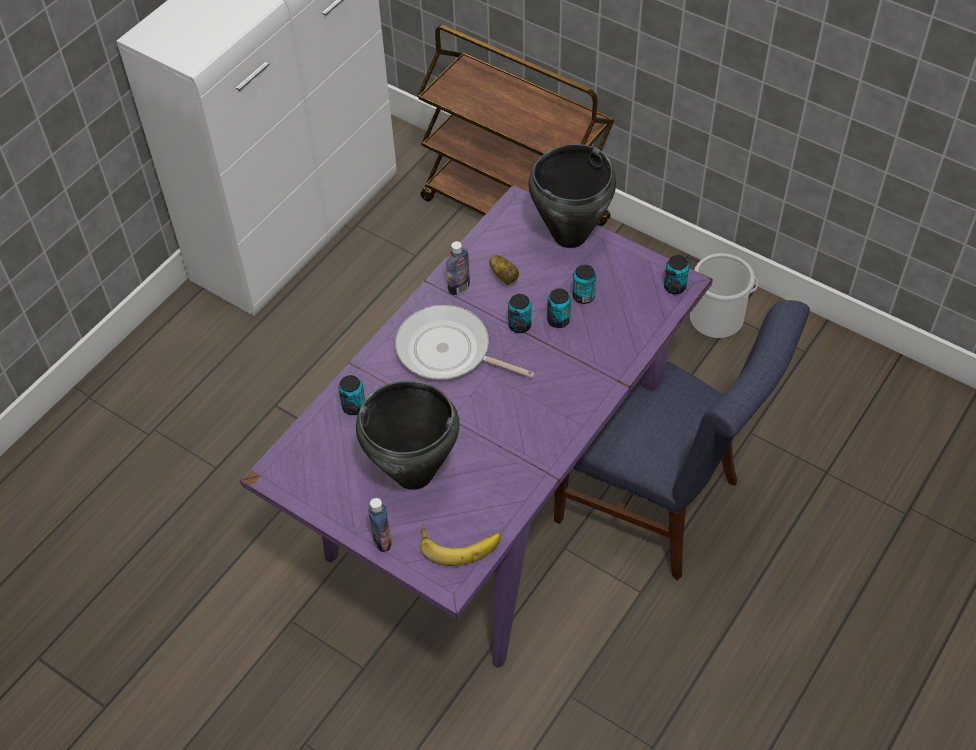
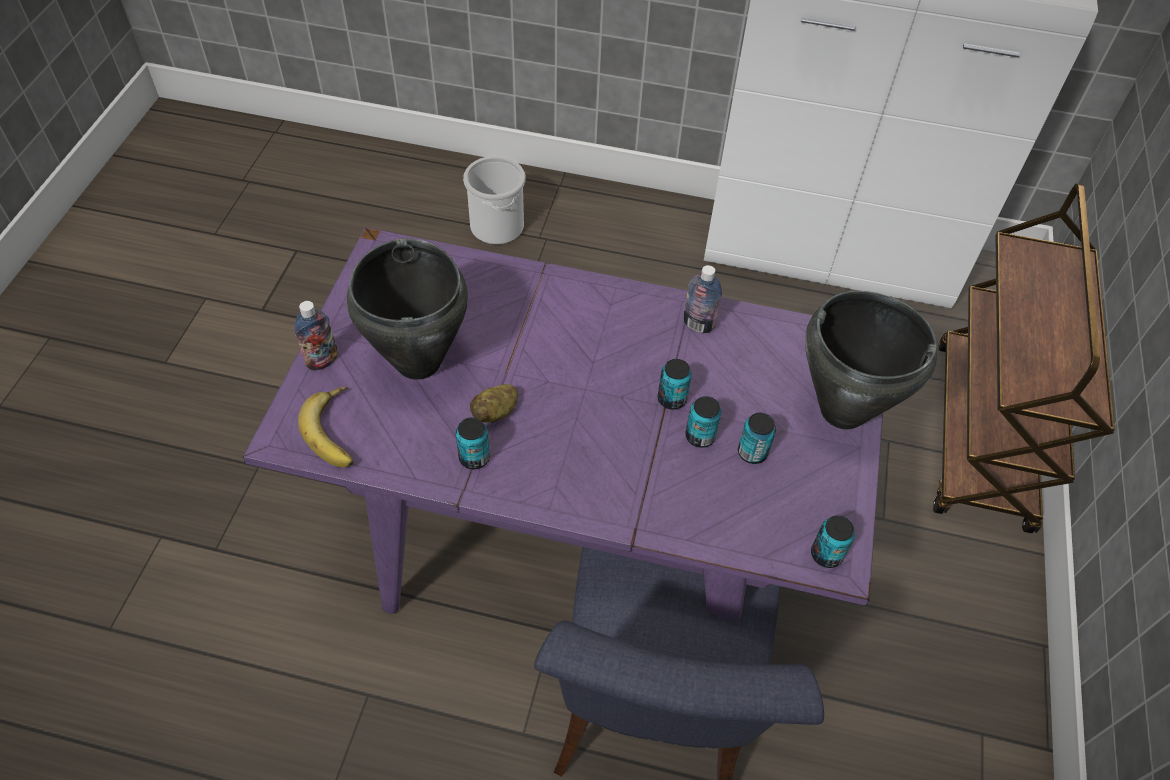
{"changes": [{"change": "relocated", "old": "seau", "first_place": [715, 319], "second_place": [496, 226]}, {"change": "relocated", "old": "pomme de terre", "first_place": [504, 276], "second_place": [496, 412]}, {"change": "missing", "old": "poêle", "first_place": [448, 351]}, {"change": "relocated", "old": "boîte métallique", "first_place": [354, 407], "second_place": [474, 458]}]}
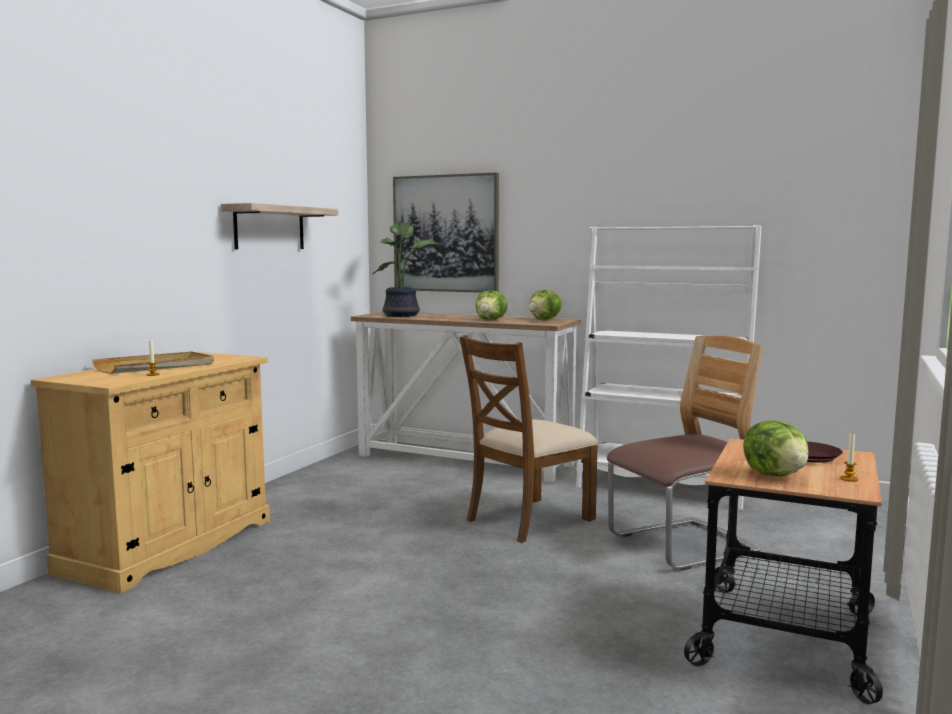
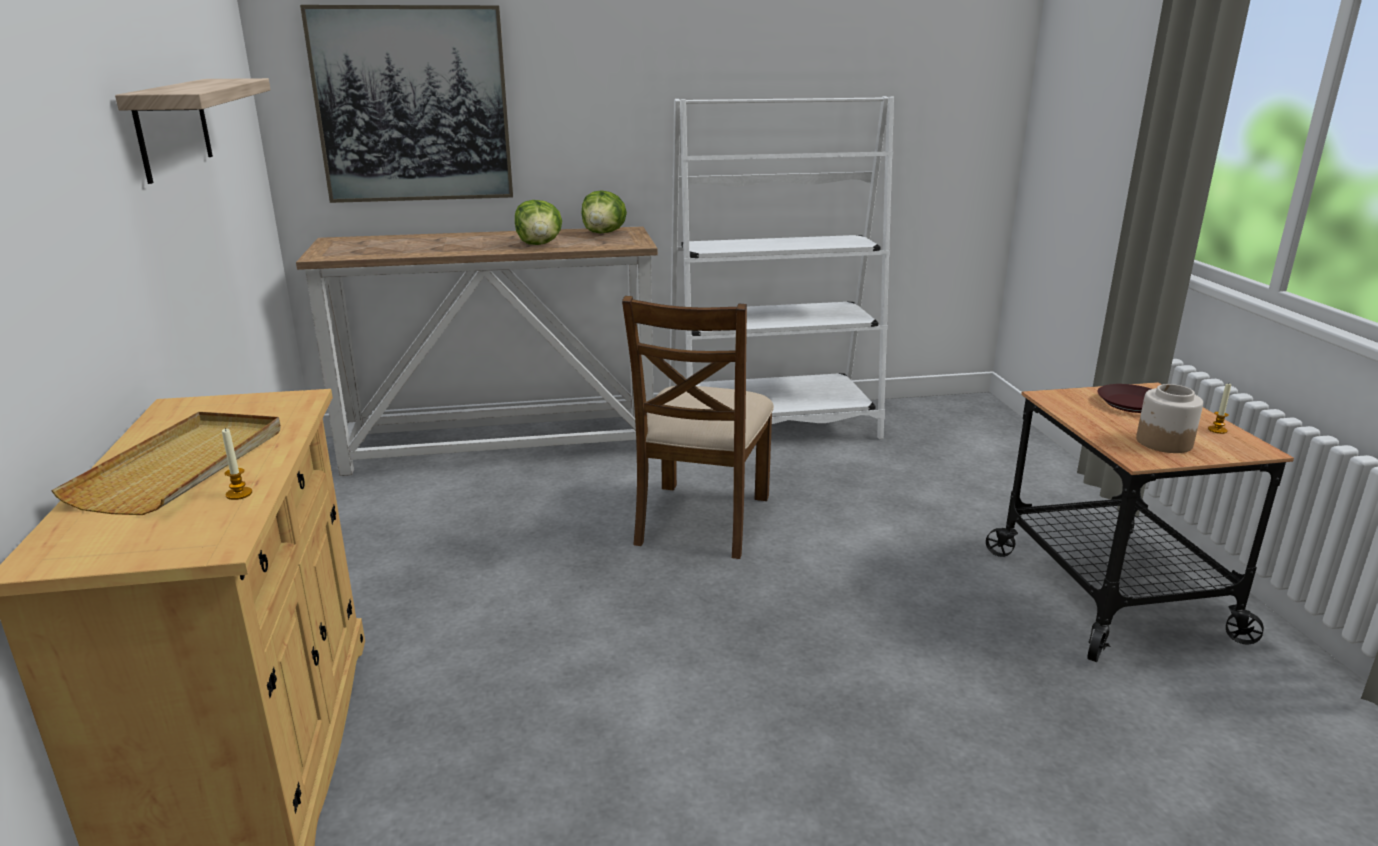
{"changes": [{"change": "missing", "old": "plante en pot", "first_place": [403, 315]}, {"change": "missing", "old": "chaise", "first_place": [682, 545]}, {"change": "exchanged", "old": "laitue", "new": "bocal", "first_place": [776, 475], "second_place": [1163, 442]}]}
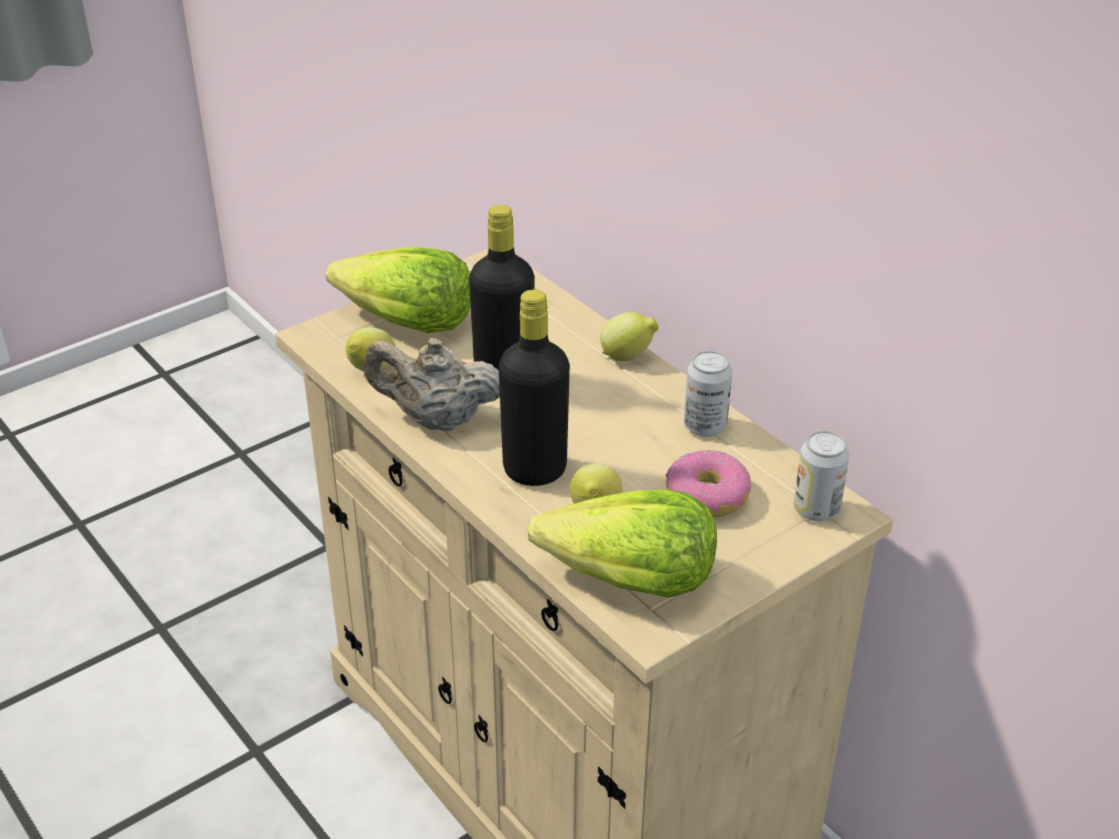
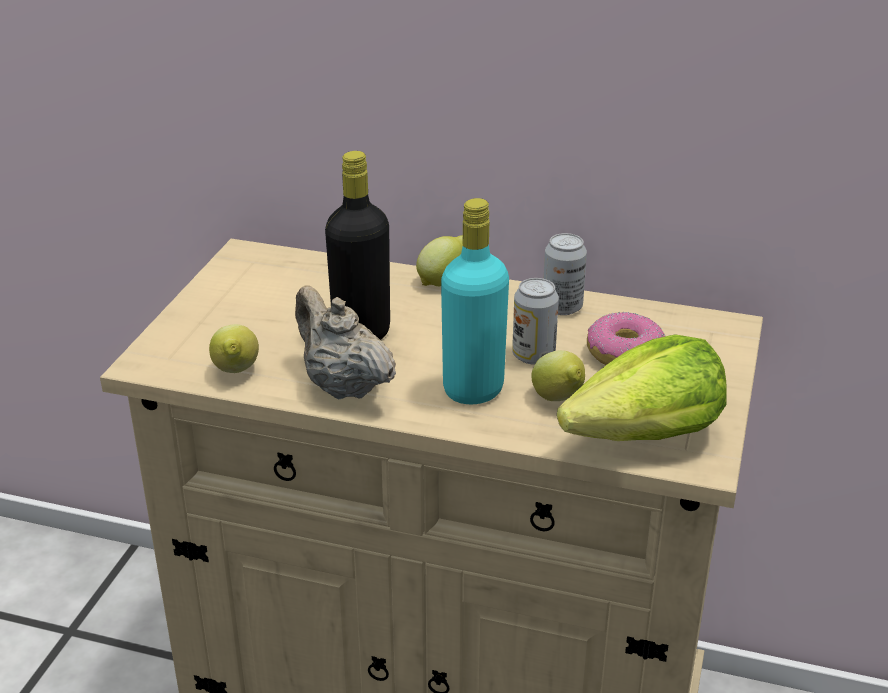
{"changes": [{"change": "missing", "old": "laitue", "first_place": [406, 323]}, {"change": "colour", "old": "bouteille/noir", "new": "bouteille/turquoise", "first_place": [534, 470], "second_place": [473, 390]}, {"change": "spun", "old": "théière/beige", "first_place": [436, 419], "second_place": [343, 386], "degrees": 75}, {"change": "relocated", "old": "boîte métallique", "first_place": [816, 509], "second_place": [533, 355]}]}
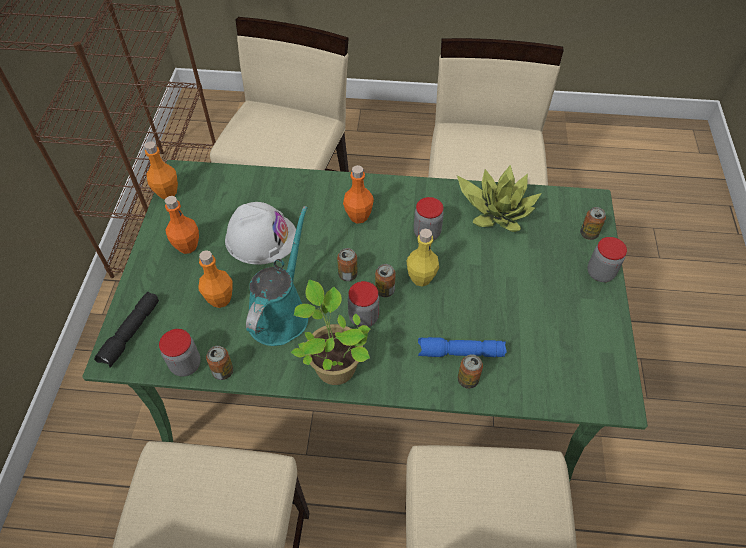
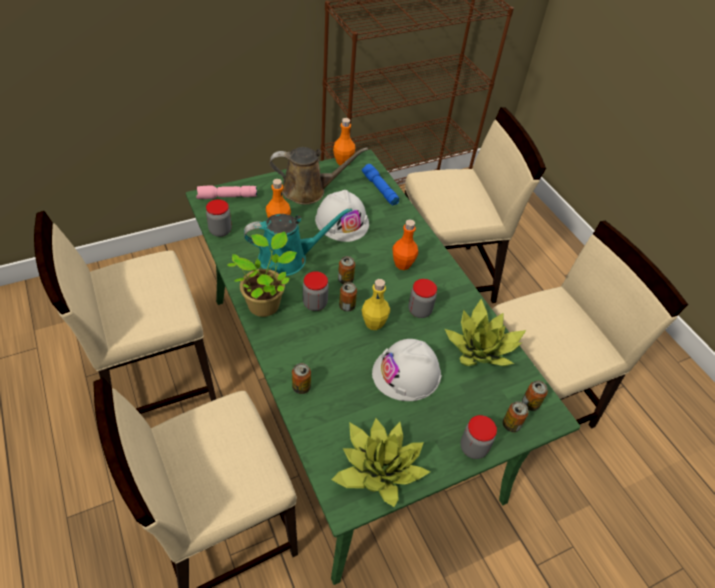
{"changes": [{"change": "exchanged", "old": "bouteille/orange", "new": "arrosoir/marron", "first_place": [187, 246], "second_place": [308, 190]}, {"change": "colour", "old": "lampe de poche/noir", "new": "lampe de poche/rose", "first_place": [131, 334], "second_place": [226, 197]}, {"change": "relocated", "old": "lampe de poche/bleu", "first_place": [459, 353], "second_place": [379, 189]}, {"change": "relocated", "old": "boîte métallique", "first_place": [223, 371], "second_place": [530, 404]}, {"change": "appeared", "new": "casque de chantier/blanc", "second_place": [407, 373]}, {"change": "appeared", "new": "plante en pot", "second_place": [378, 469]}]}
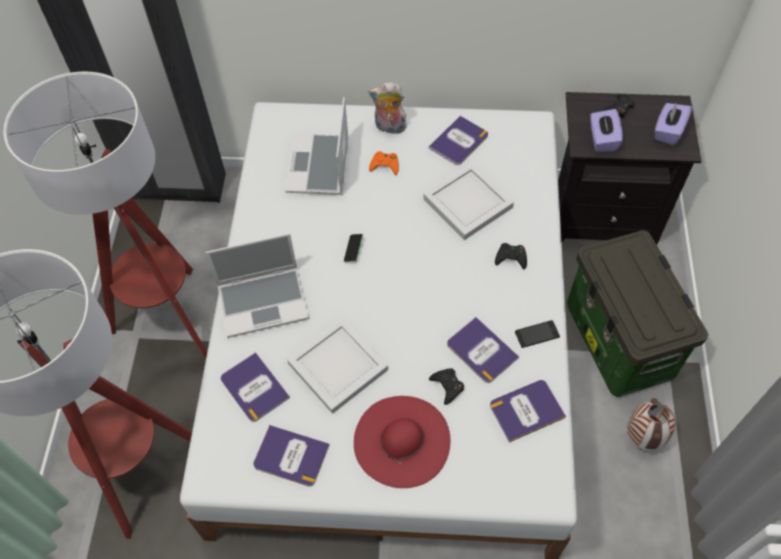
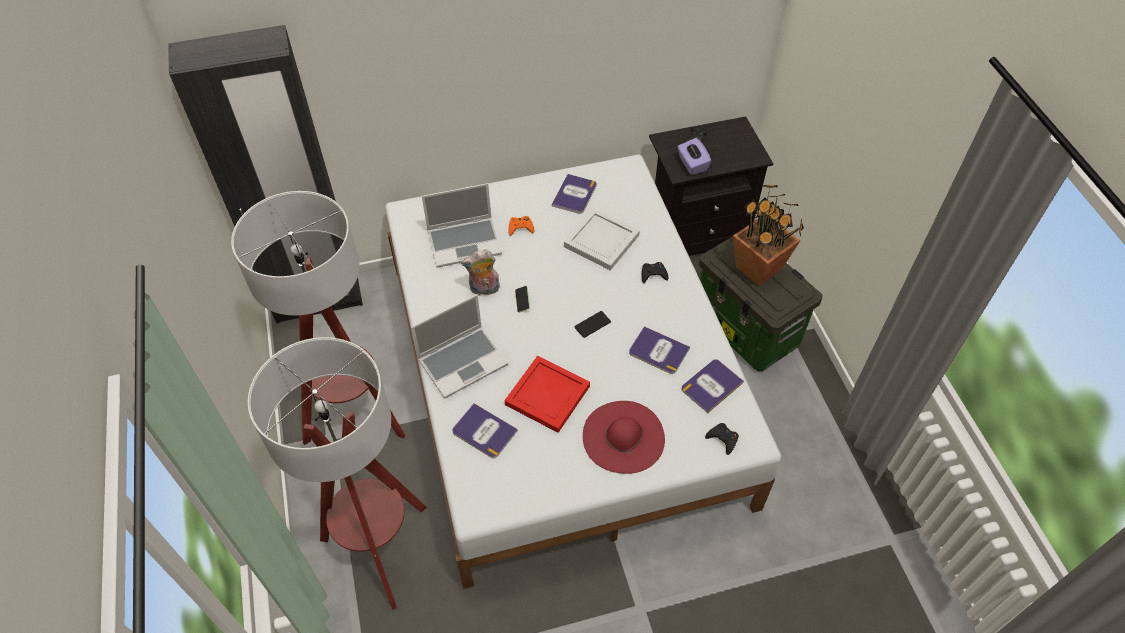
{"changes": [{"change": "relocated", "old": "peluche", "first_place": [389, 127], "second_place": [484, 290]}, {"change": "spun", "old": "ordinateur portable", "first_place": [319, 166], "second_place": [465, 242], "degrees": -90}, {"change": "missing", "old": "boîte à mouchoirs/violet", "first_place": [668, 131]}, {"change": "colour", "old": "plateau/blanc", "new": "plateau/rouge", "first_place": [338, 365], "second_place": [547, 394]}, {"change": "relocated", "old": "téléphone", "first_place": [537, 334], "second_place": [592, 324]}, {"change": "relocated", "old": "manette/noir", "first_place": [447, 386], "second_place": [723, 439]}, {"change": "missing", "old": "vase", "first_place": [643, 438]}, {"change": "missing", "old": "livre", "first_place": [291, 456]}, {"change": "appeared", "new": "plante en pot", "second_place": [759, 269]}]}
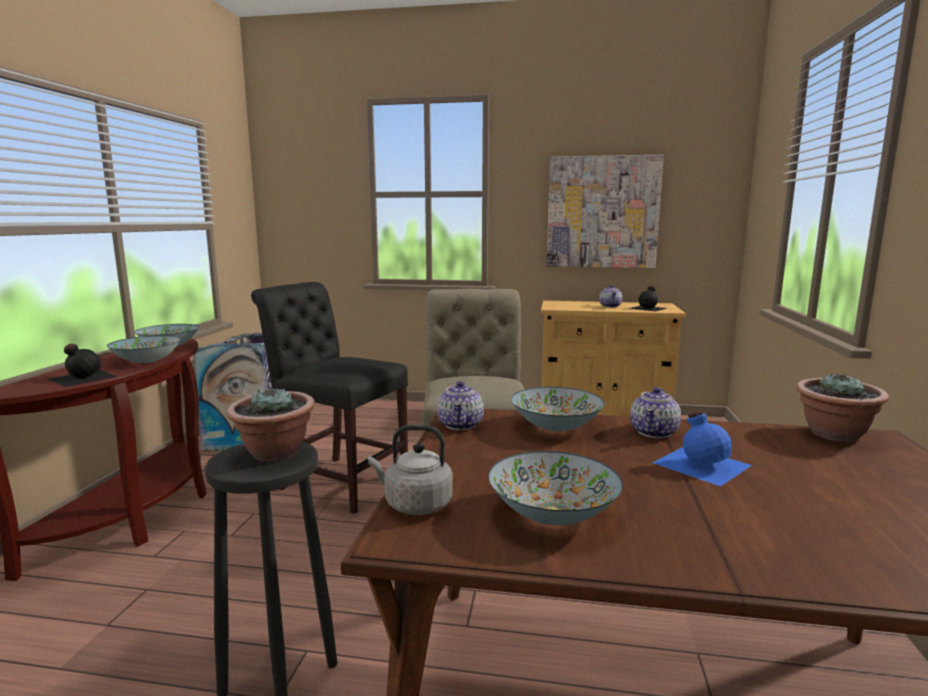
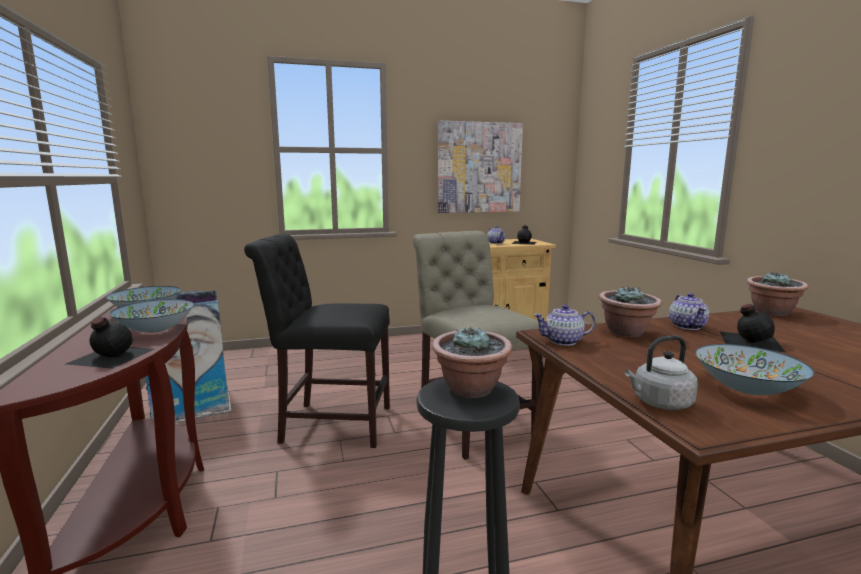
{"changes": [{"change": "spun", "old": "théière", "first_place": [461, 424], "second_place": [563, 341], "degrees": 105}, {"change": "exchanged", "old": "bol", "new": "plante en pot", "first_place": [556, 427], "second_place": [626, 332]}, {"change": "colour", "old": "bouteille/bleu", "new": "bouteille/noir", "first_place": [701, 463], "second_place": [749, 340]}]}
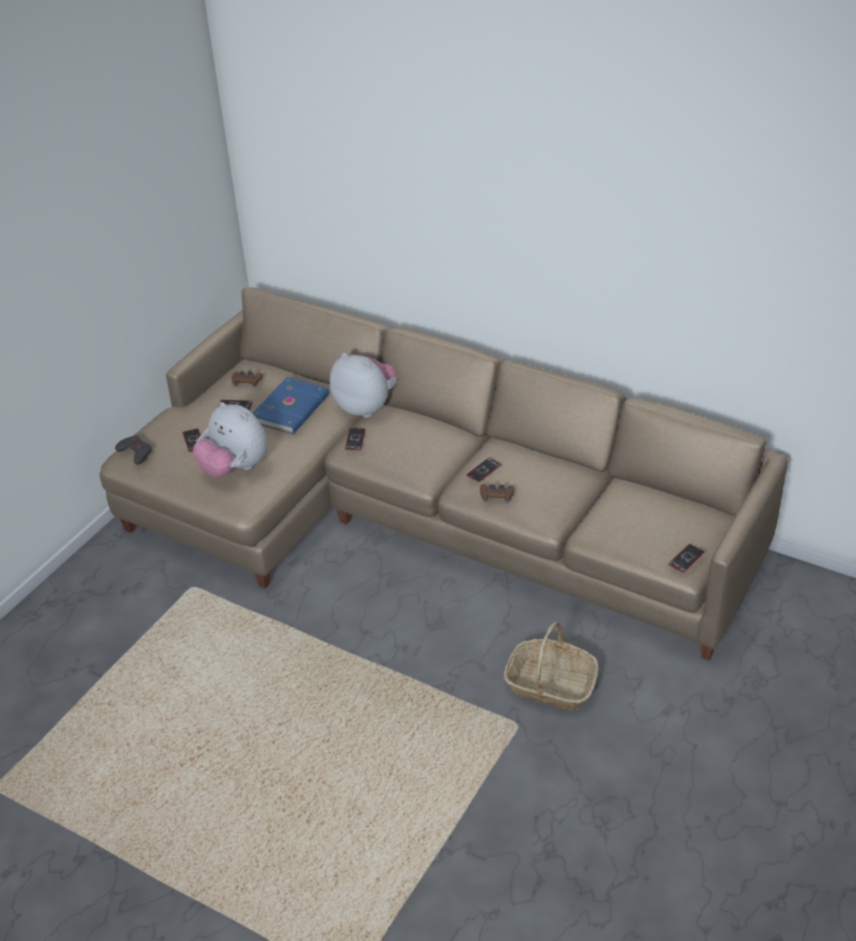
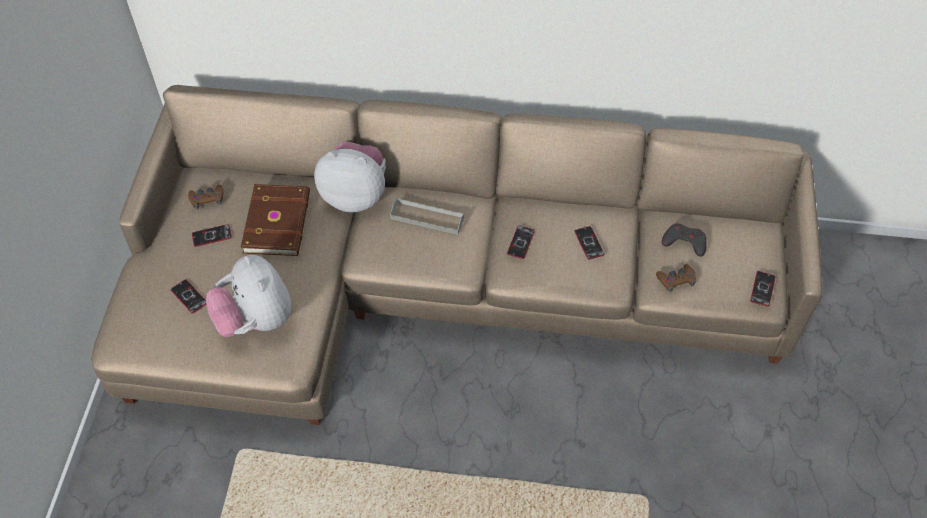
{"changes": [{"change": "colour", "old": "livre/bleu", "new": "livre/marron", "first_place": [292, 409], "second_place": [278, 222]}, {"change": "spun", "old": "peluche", "first_place": [235, 468], "second_place": [255, 319], "degrees": 45}, {"change": "relocated", "old": "téléphone", "first_place": [355, 439], "second_place": [589, 243]}, {"change": "relocated", "old": "manette/gris", "first_place": [135, 452], "second_place": [684, 242]}, {"change": "relocated", "old": "manette/marron", "first_place": [496, 495], "second_place": [676, 280]}, {"change": "missing", "old": "panier", "first_place": [550, 685]}, {"change": "appeared", "new": "plateau/gris", "second_place": [427, 218]}]}
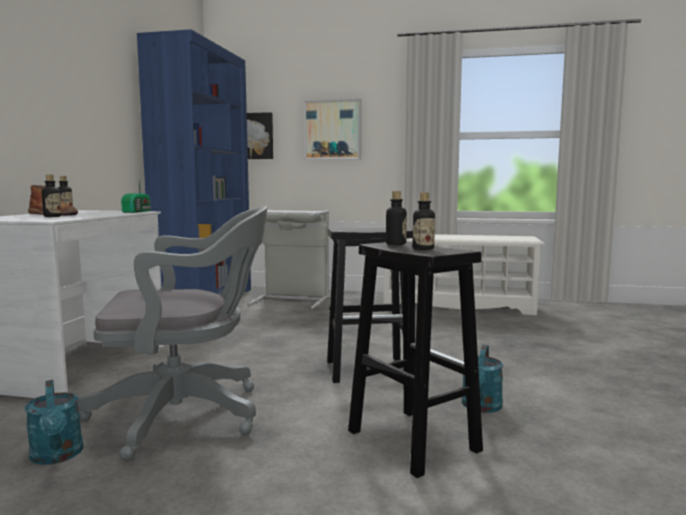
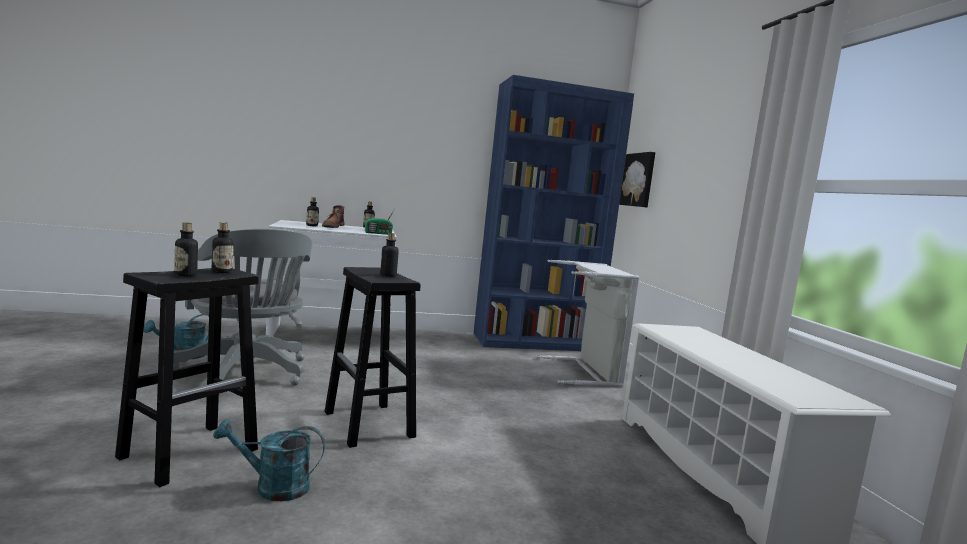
{"changes": [{"change": "missing", "old": "tableau", "first_place": [332, 130]}, {"change": "appeared", "new": "bouteille", "second_place": [388, 275]}]}
